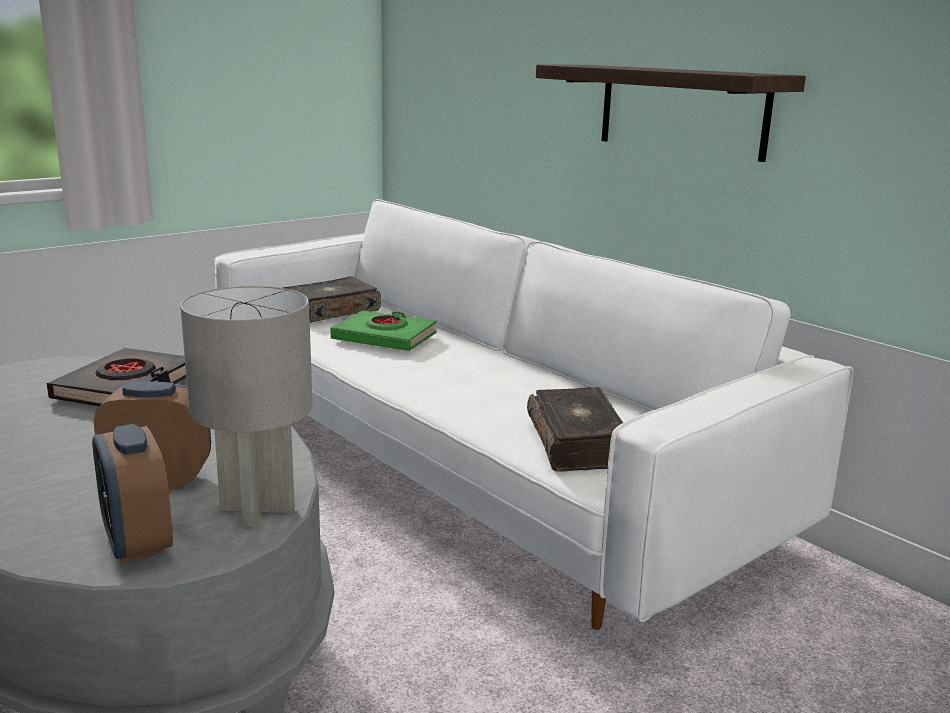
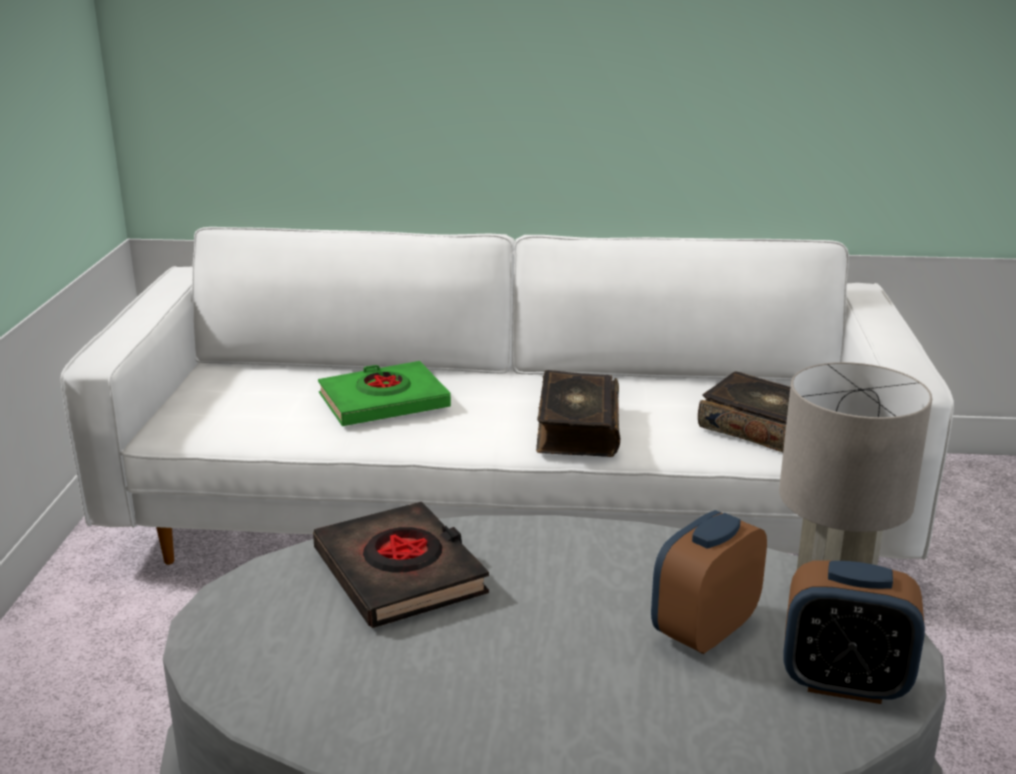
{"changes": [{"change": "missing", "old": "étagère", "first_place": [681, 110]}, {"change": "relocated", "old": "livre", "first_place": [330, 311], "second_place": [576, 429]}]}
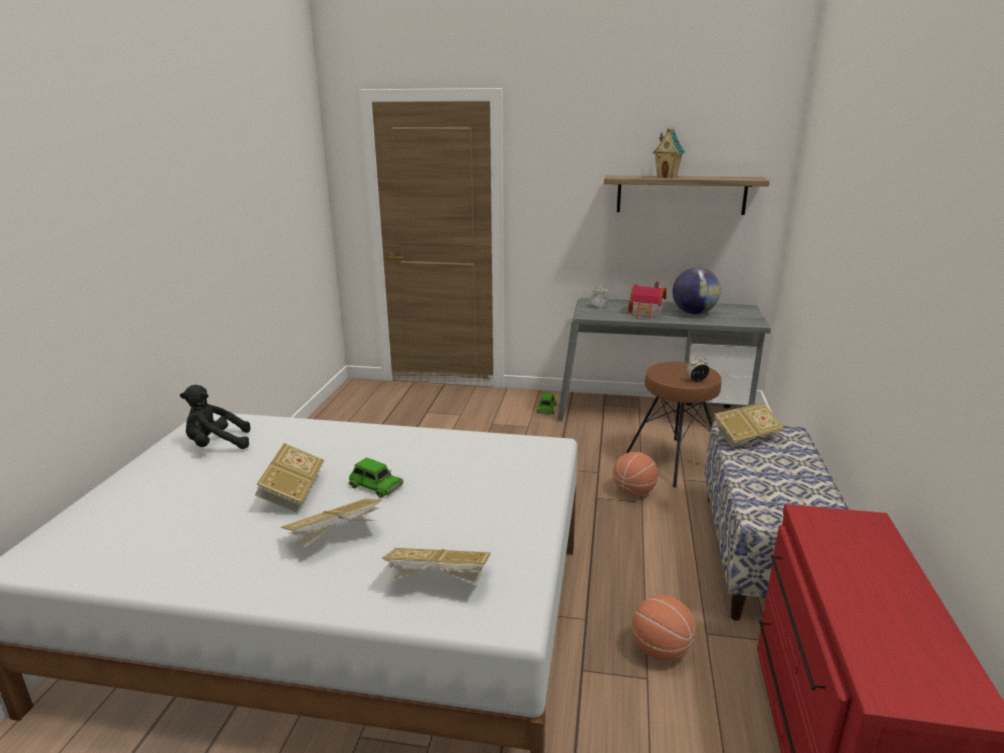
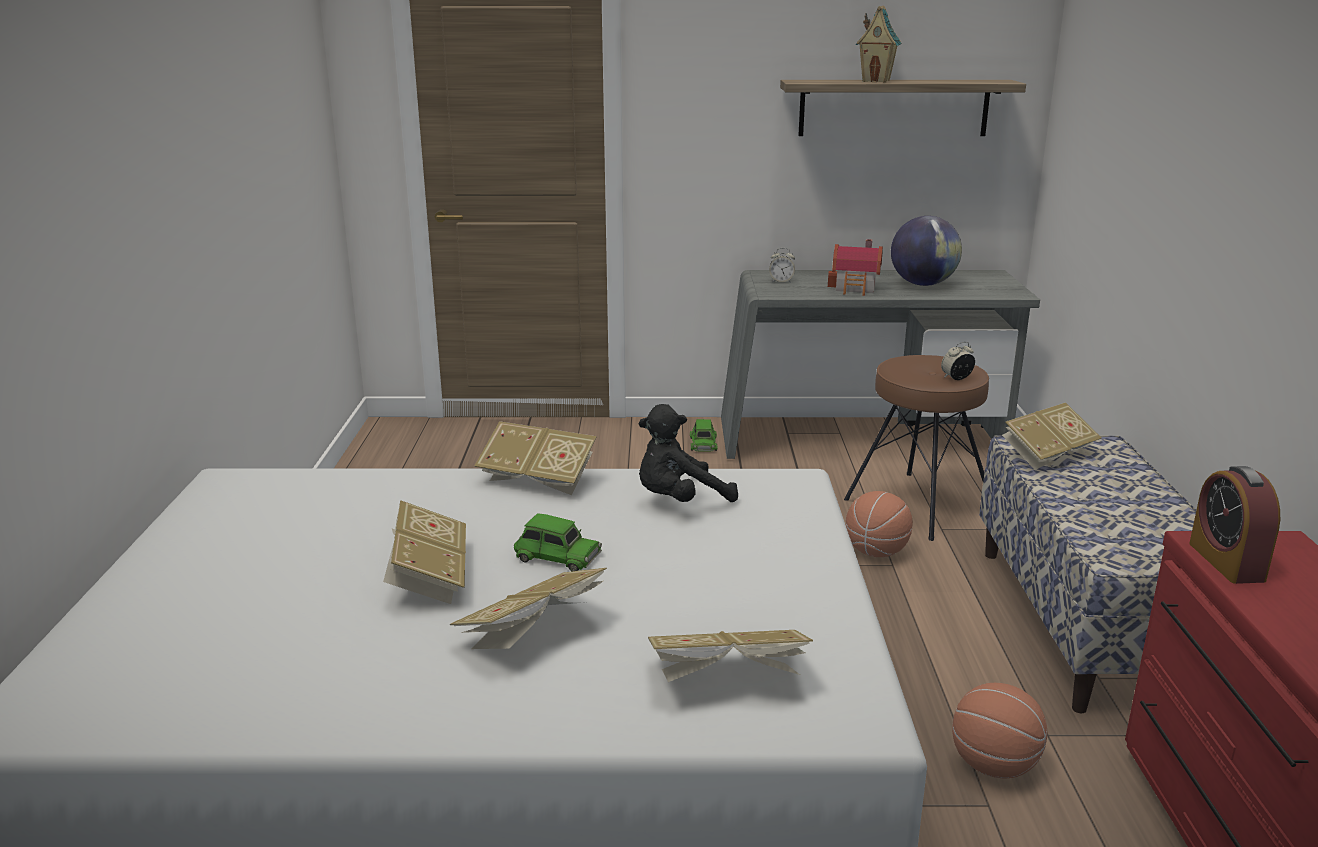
{"changes": [{"change": "relocated", "old": "peluche/noir", "first_place": [217, 445], "second_place": [679, 500]}, {"change": "appeared", "new": "livre", "second_place": [538, 480]}, {"change": "appeared", "new": "réveil", "second_place": [1226, 562]}]}
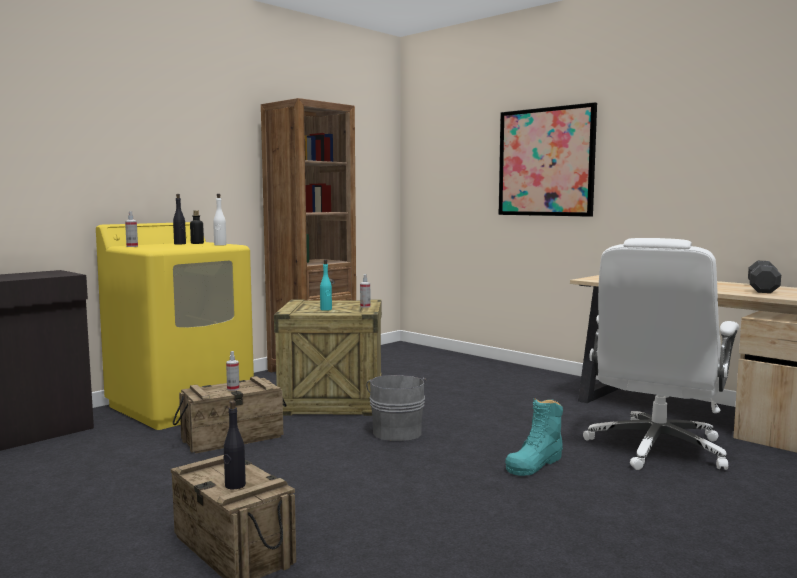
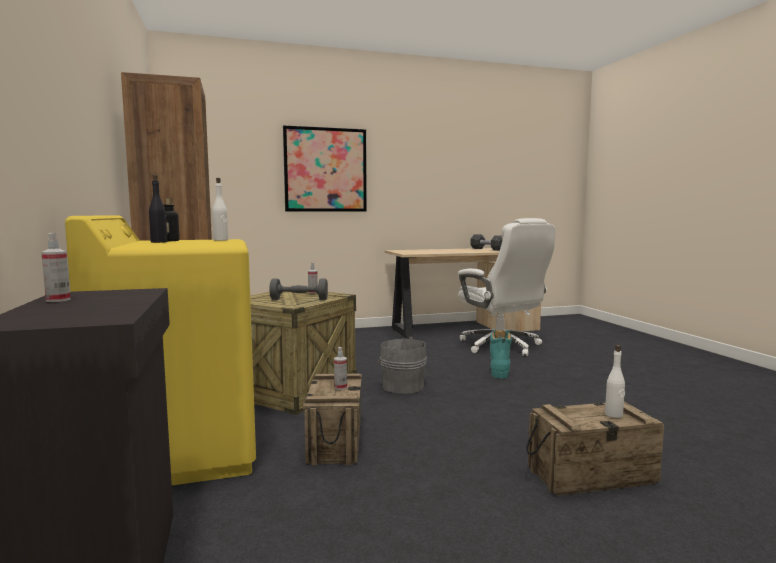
{"changes": [{"change": "relocated", "old": "vaporisateur", "first_place": [132, 246], "second_place": [58, 300]}, {"change": "exchanged", "old": "bouteille/turquoise", "new": "haltère/gris", "first_place": [326, 309], "second_place": [299, 299]}, {"change": "spun", "old": "botte/turquoise", "first_place": [535, 463], "second_place": [500, 370], "degrees": -150}, {"change": "colour", "old": "bouteille/noir", "new": "bouteille/blanc", "first_place": [235, 485], "second_place": [614, 415]}]}
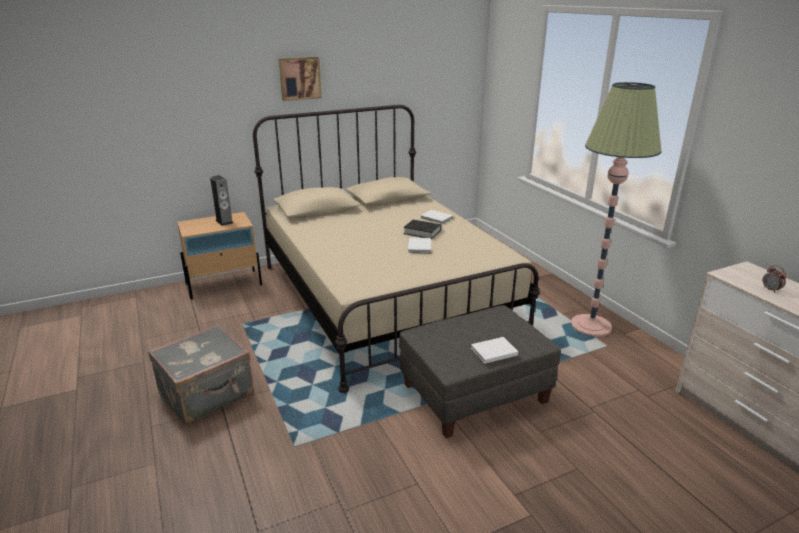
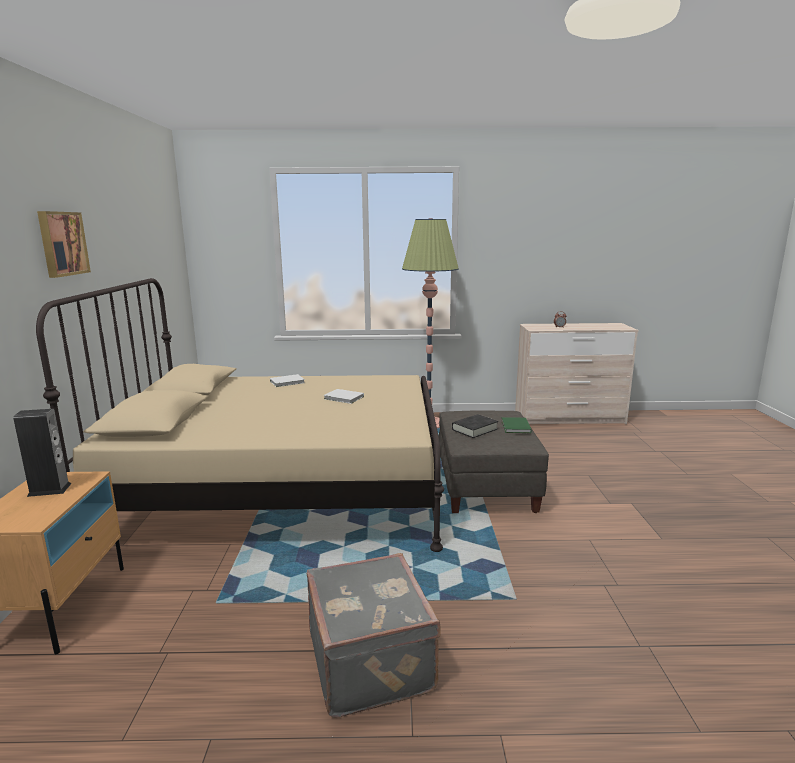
{"changes": [{"change": "relocated", "old": "livre/noir", "first_place": [422, 232], "second_place": [474, 429]}, {"change": "colour", "old": "livre/blanc", "new": "livre/vert", "first_place": [492, 351], "second_place": [515, 427]}]}
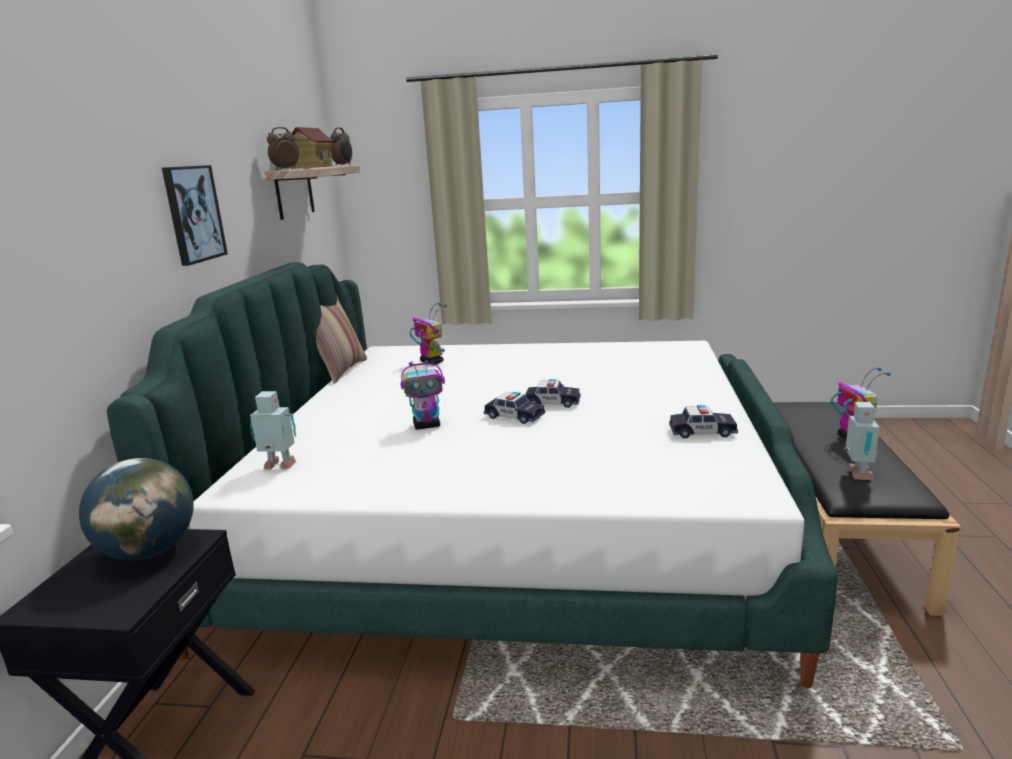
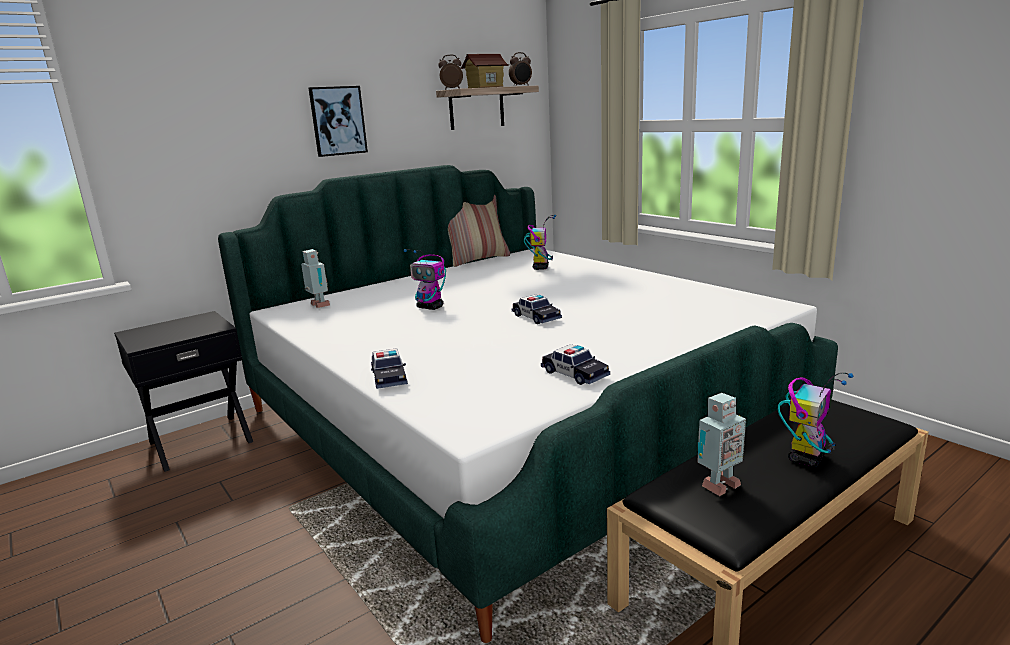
{"changes": [{"change": "relocated", "old": "petite voiture", "first_place": [514, 416], "second_place": [389, 377]}, {"change": "missing", "old": "globe", "first_place": [148, 551]}]}
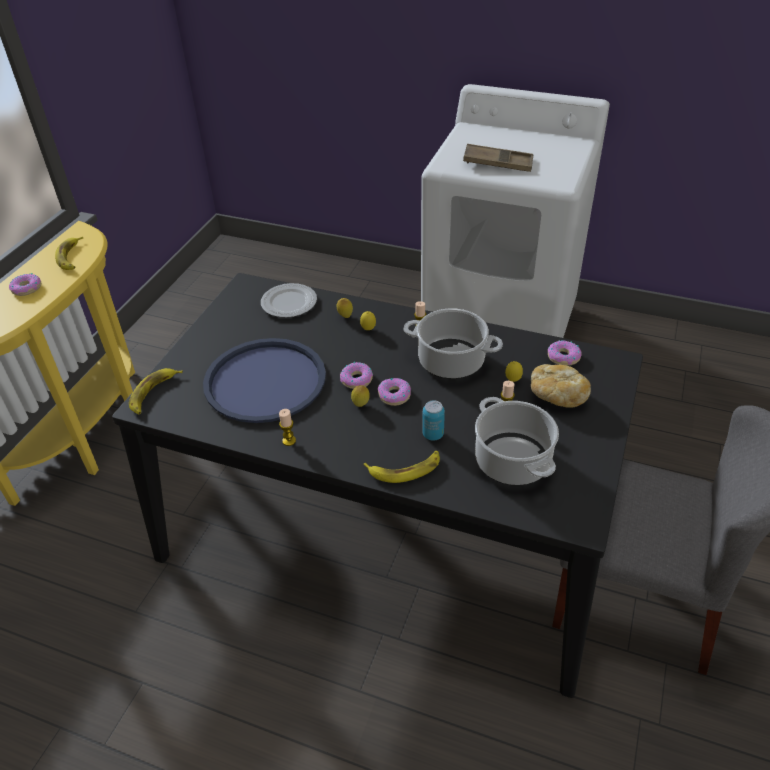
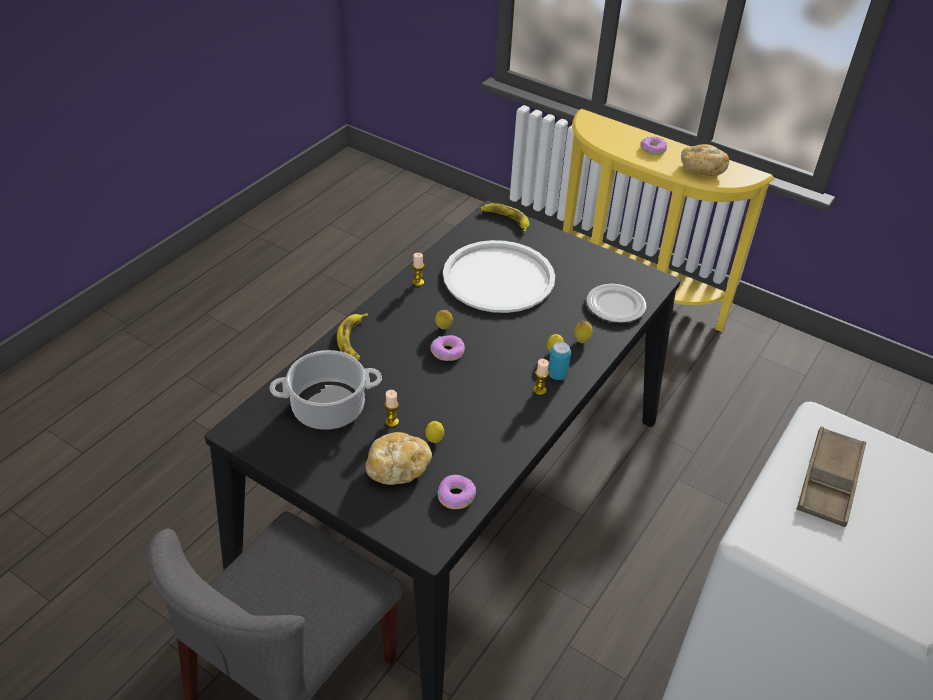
{"changes": [{"change": "exchanged", "old": "banane", "new": "pain", "first_place": [71, 257], "second_place": [701, 170]}, {"change": "missing", "old": "marmite", "first_place": [452, 361]}, {"change": "colour", "old": "plateau/bleu", "new": "plateau/blanc", "first_place": [265, 381], "second_place": [498, 278]}, {"change": "missing", "old": "beignet", "first_place": [357, 380]}, {"change": "relocated", "old": "boîte métallique", "first_place": [433, 434], "second_place": [557, 374]}]}
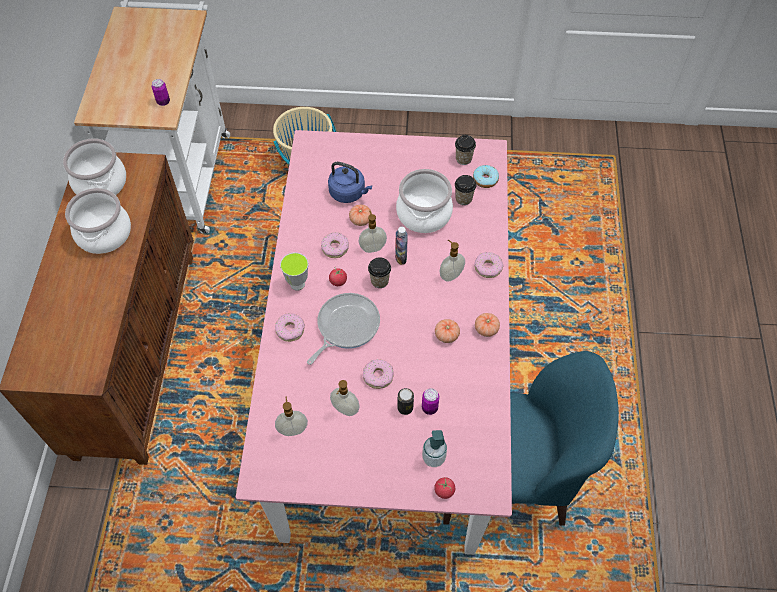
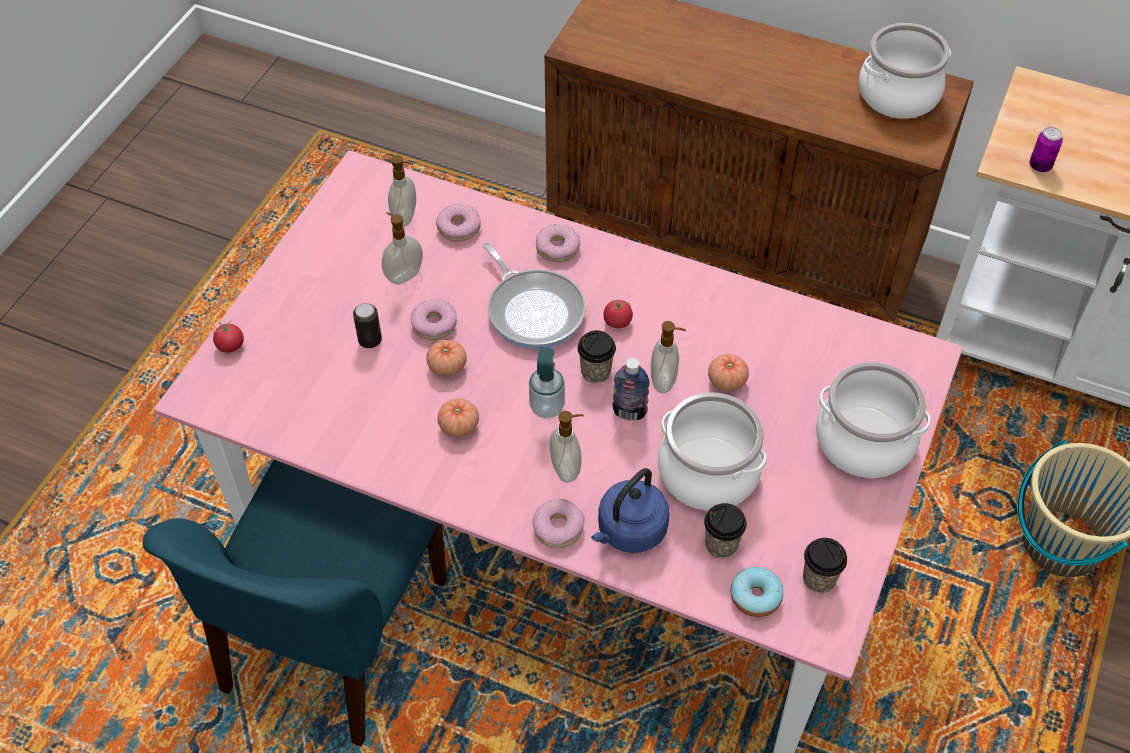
{"changes": [{"change": "relocated", "old": "bouilloire/bleu", "first_place": [349, 193], "second_place": [629, 531]}, {"change": "relocated", "old": "marmite", "first_place": [103, 233], "second_place": [864, 440]}, {"change": "relocated", "old": "beignet", "first_place": [335, 248], "second_place": [459, 227]}, {"change": "missing", "old": "tasse", "first_place": [297, 284]}, {"change": "relocated", "old": "tomate", "first_place": [486, 329], "second_place": [447, 366]}, {"change": "missing", "old": "boîte métallique", "first_place": [429, 408]}, {"change": "relocated", "old": "distributeur de savon", "first_place": [433, 458], "second_place": [547, 407]}]}
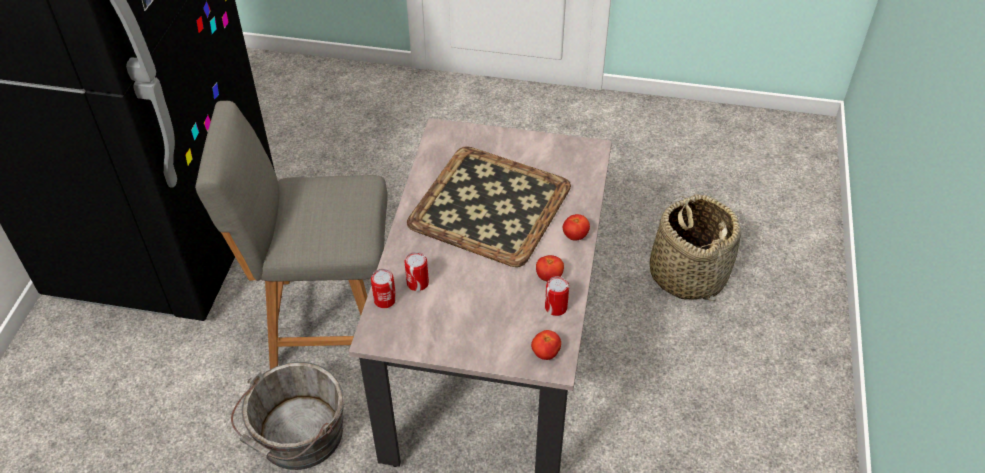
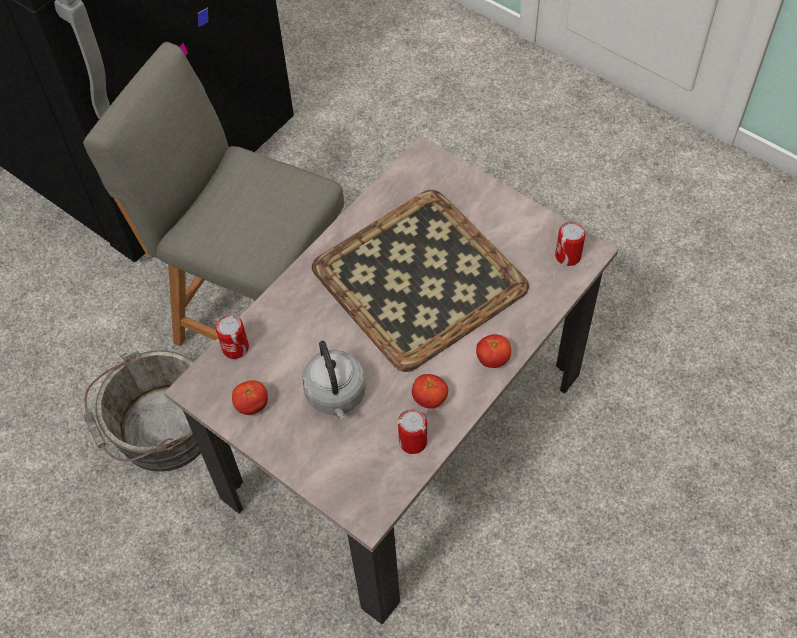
{"changes": [{"change": "missing", "old": "panier", "first_place": [688, 273]}, {"change": "relocated", "old": "boîte métallique", "first_place": [417, 283], "second_place": [568, 256]}, {"change": "relocated", "old": "tomate", "first_place": [545, 353], "second_place": [252, 405]}, {"change": "appeared", "new": "bouilloire/gris", "second_place": [336, 396]}]}
